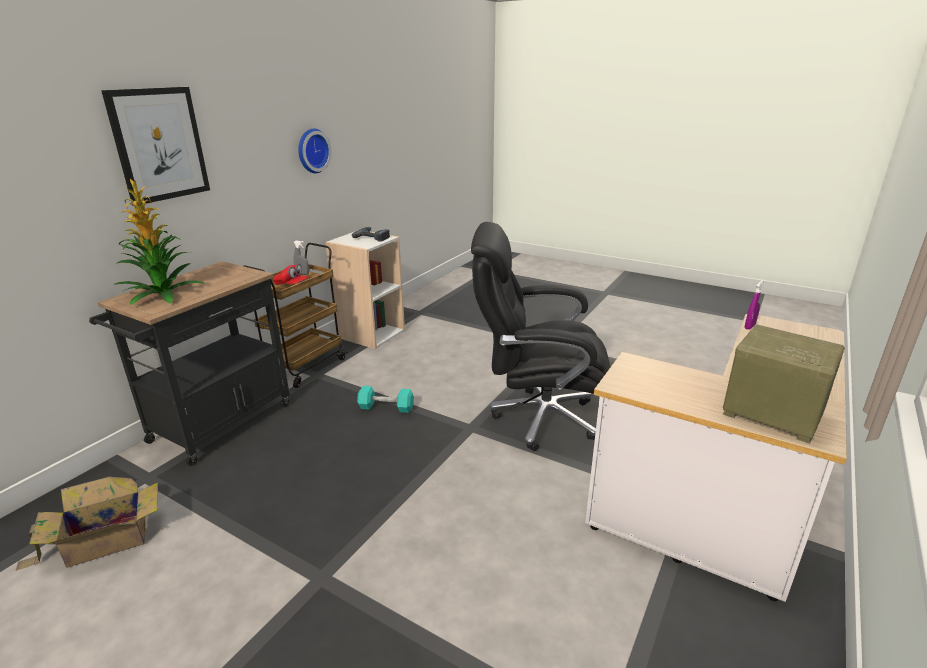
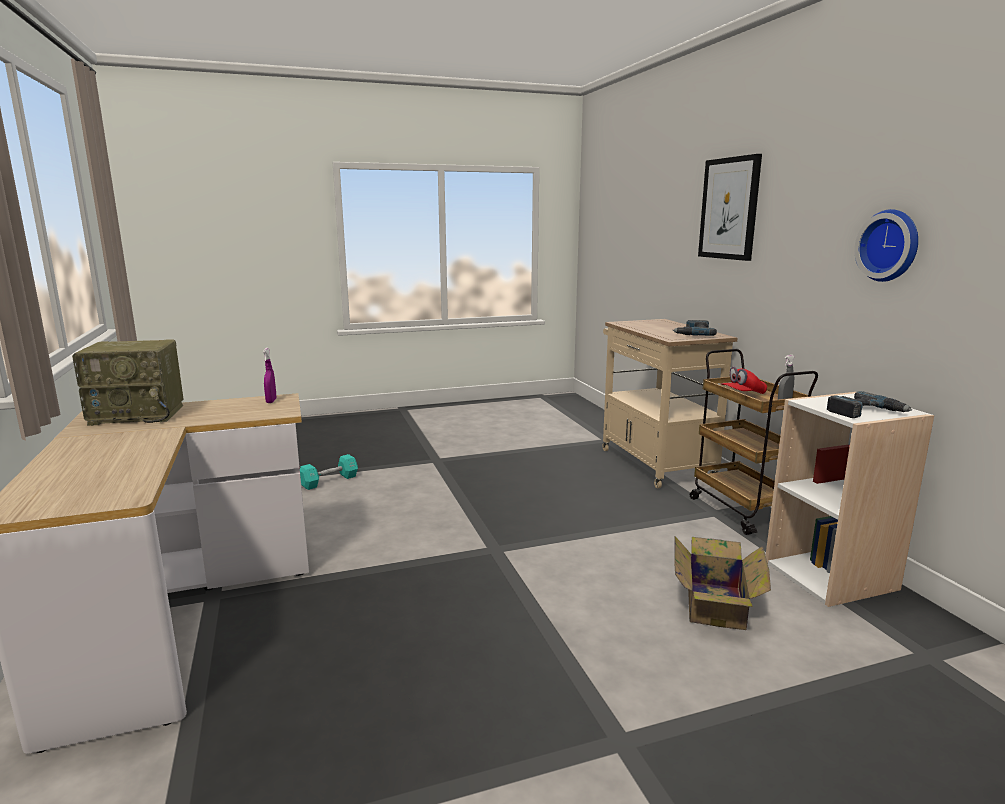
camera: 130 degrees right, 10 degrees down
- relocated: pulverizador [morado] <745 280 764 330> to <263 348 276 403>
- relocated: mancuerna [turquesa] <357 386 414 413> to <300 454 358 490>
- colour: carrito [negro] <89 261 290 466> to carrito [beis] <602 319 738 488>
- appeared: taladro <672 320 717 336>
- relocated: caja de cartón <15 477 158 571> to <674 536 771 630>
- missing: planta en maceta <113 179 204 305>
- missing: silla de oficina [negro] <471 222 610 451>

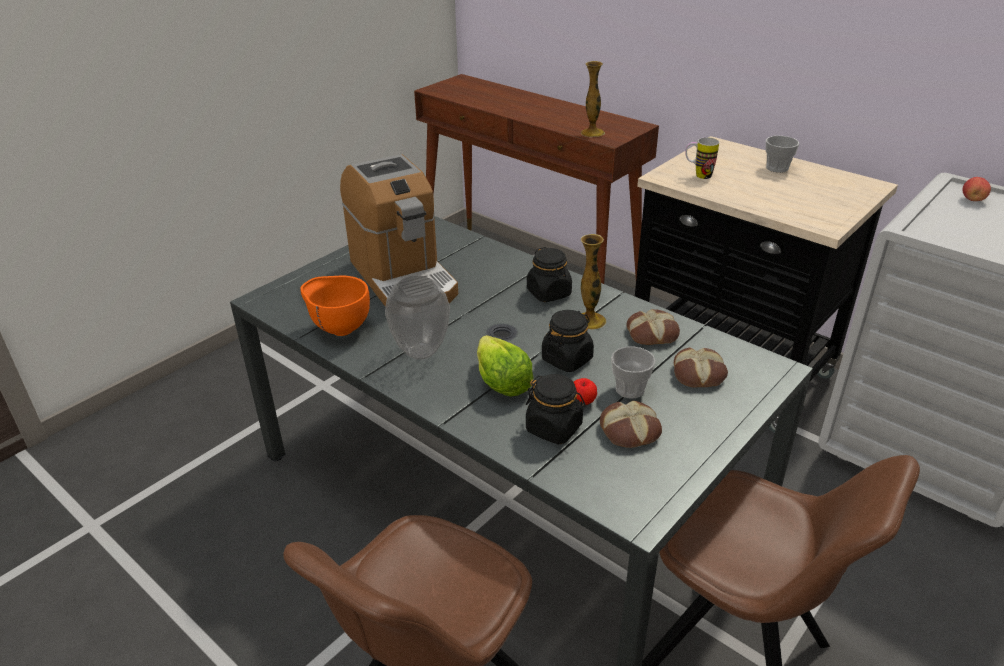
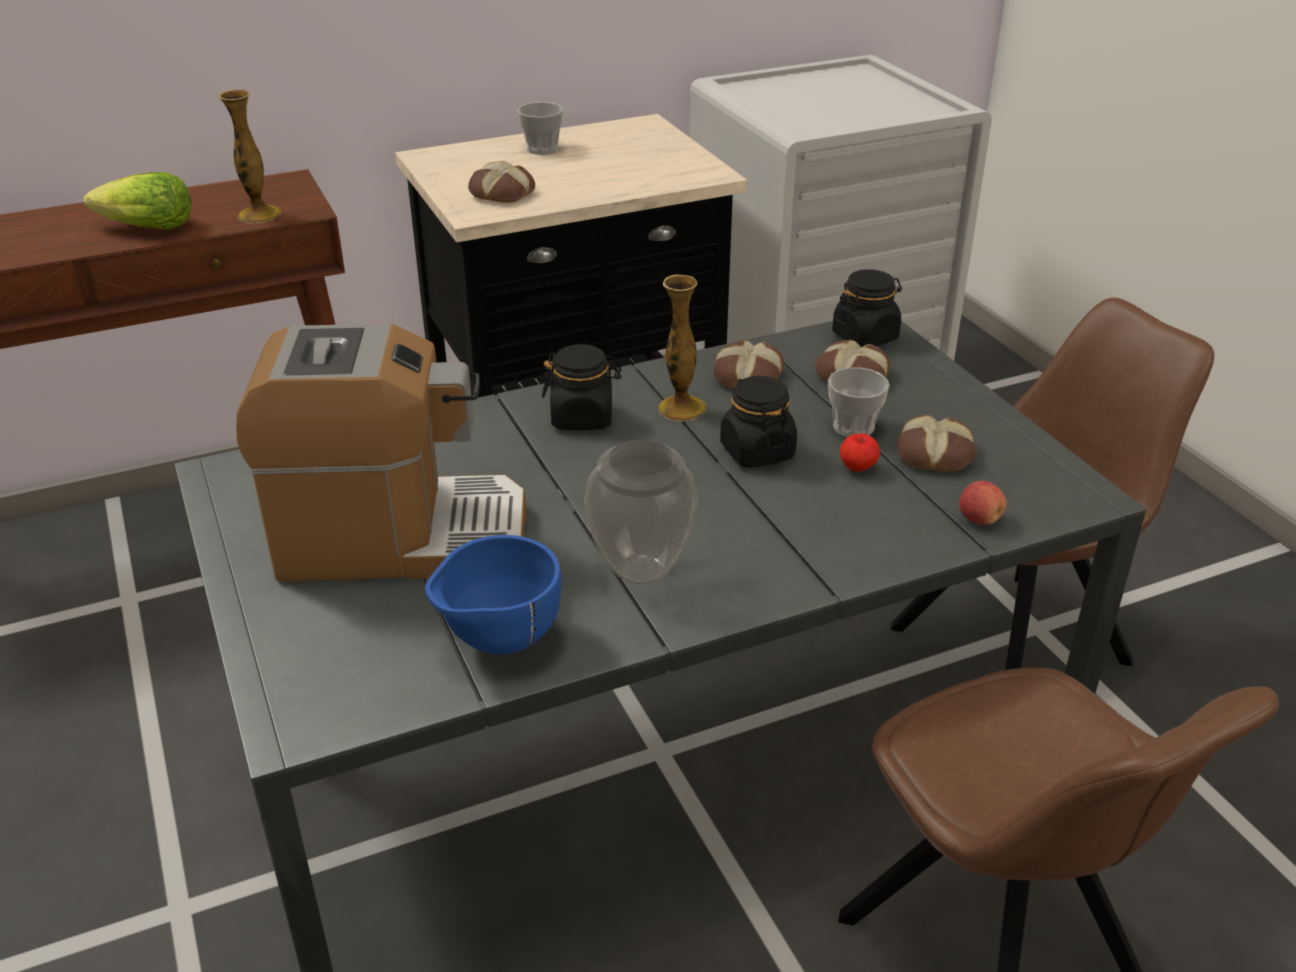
camera: 65 degrees left, 0 degrees up
- relocated: lechuga <477 335 533 397> to <83 172 192 230>
- colour: cuenco [naranja] <300 276 370 336> to cuenco [azul] <425 535 562 654>
- exchanged: taza grande <685 138 719 179> to pan <468 161 535 203>
- relocated: tarro [negro] <526 374 586 444> to <832 269 902 347>
- relocated: manzana <962 177 991 201> to <959 481 1006 525>

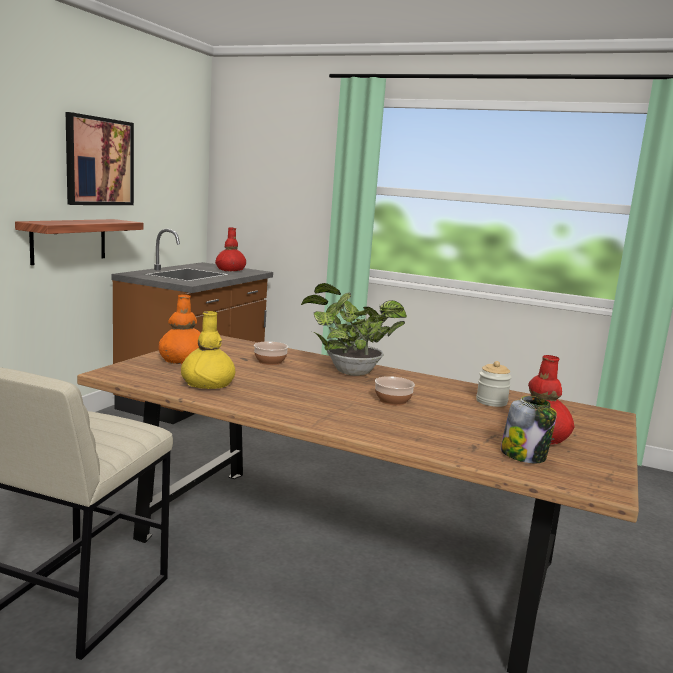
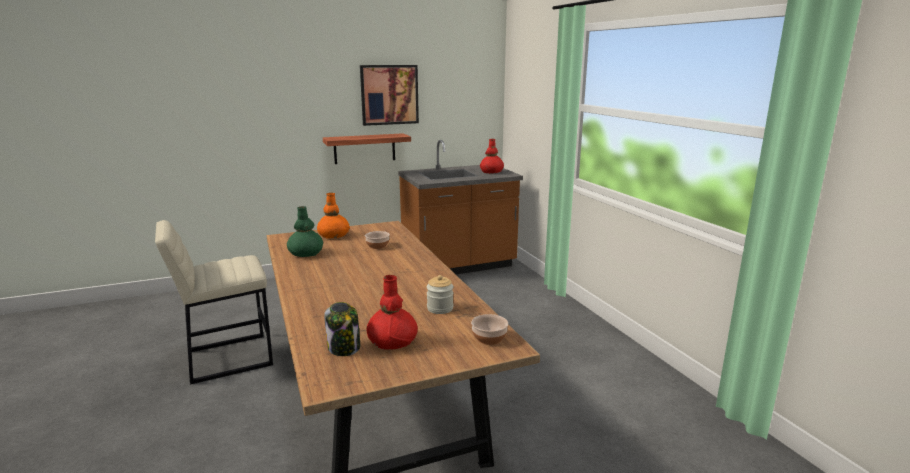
camera: 45 degrees right, 5 degrees up
- colour: florero [amarillo] <181 311 235 389> to florero [verde] <287 206 323 257>
- relocated: cuenco <375 376 415 406> to <471 314 508 345>
- missing: planta en maceta <301 283 407 376>

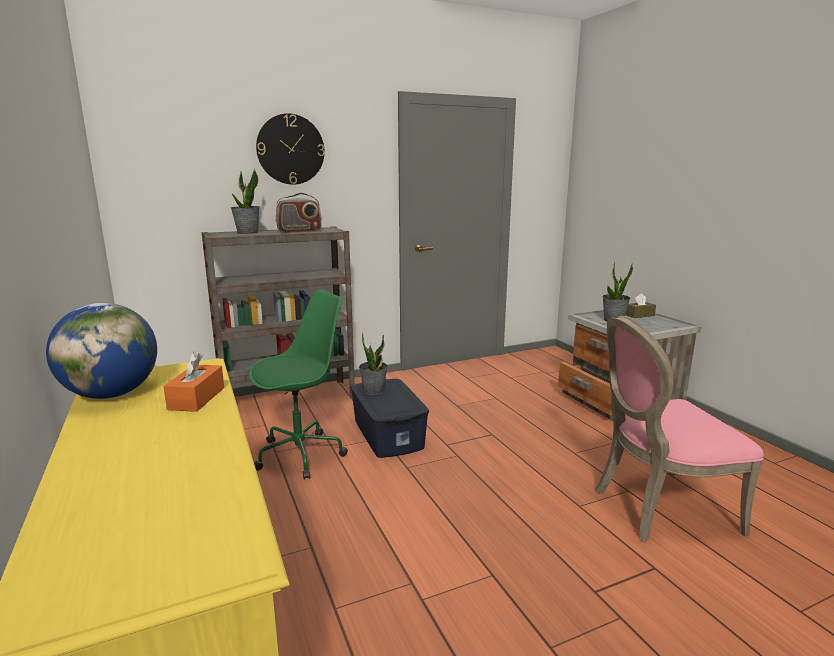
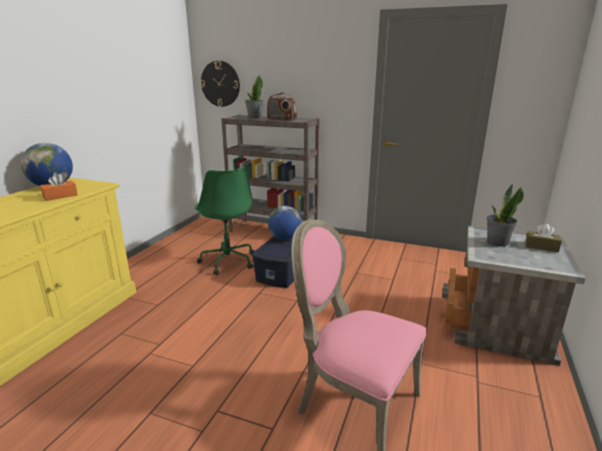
camera: 45 degrees right, 5 degrees up
- spun: silla de oficina [verde] <249 290 348 480> = <195 167 254 275> 60 degrees clockwise
- relocated: reloj de pared <256 114 325 185> to <200 61 240 107>
- exchanged: planta en maceta <359 333 388 395> to globo terráqueo <268 206 302 240>

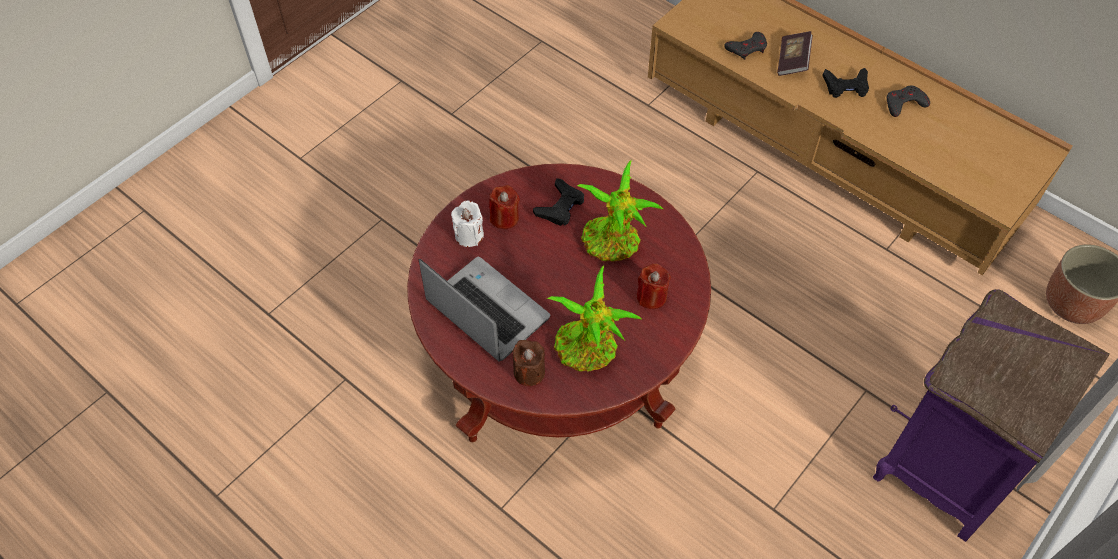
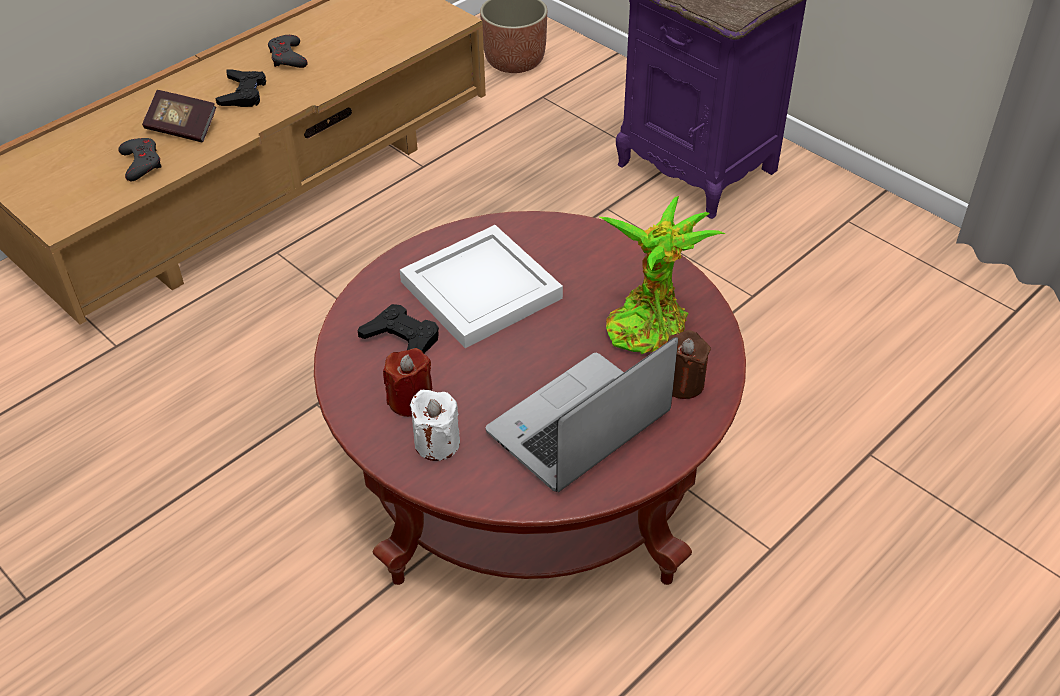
camera: 85 degrees left, 10 degrees down
- exchanged: planta en maceta <577 160 663 262> to bandeja [blanco] <400 225 563 348>
- missing: vela [rojo] <637 263 671 309>

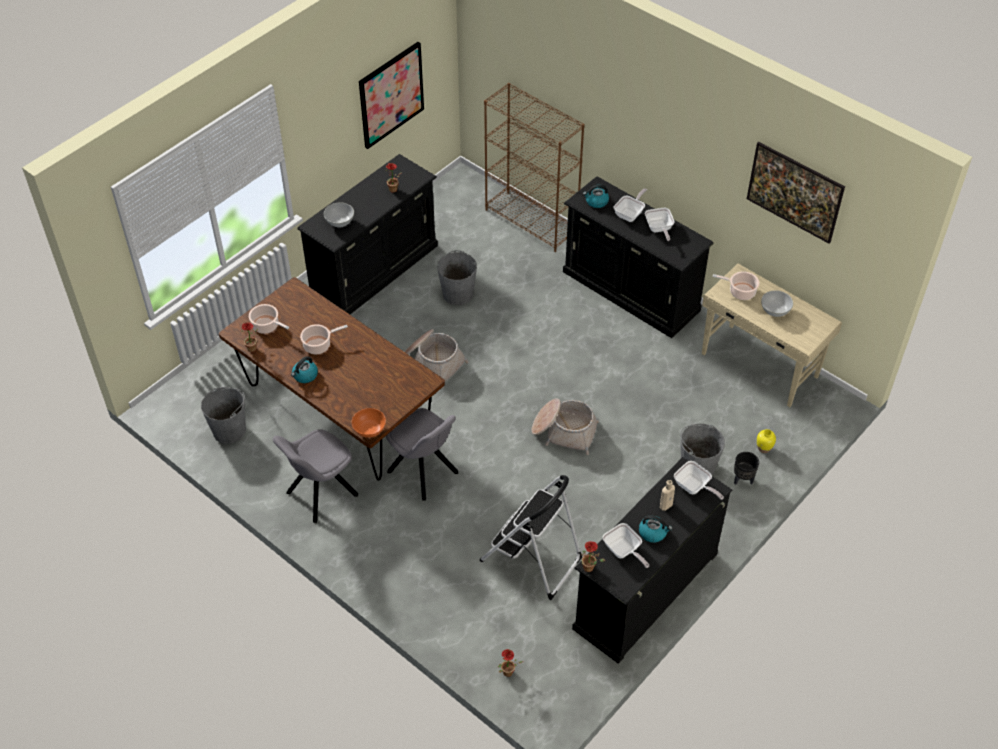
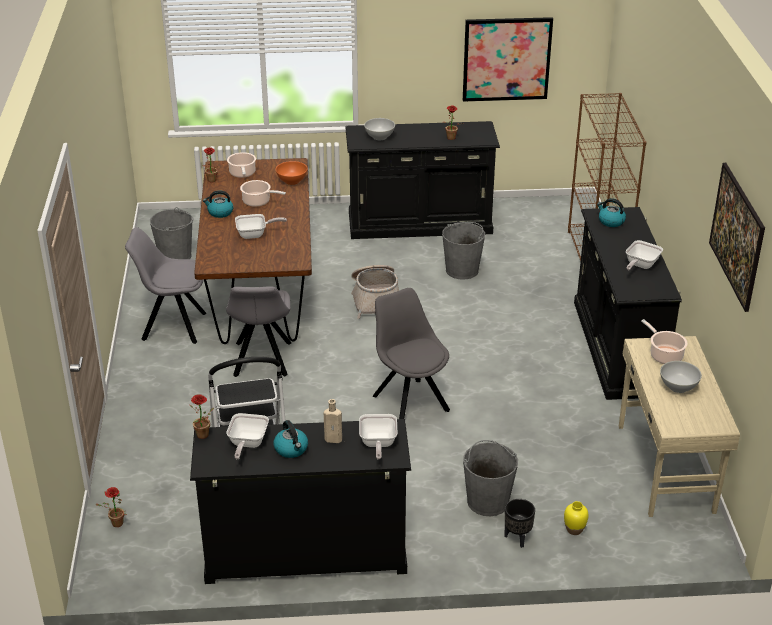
camera: 45 degrees right, 15 degrees down
- relocated: sartén <614 188 647 222> to <235 214 287 239>
- relocated: cuenco [naranja] <352 408 386 438> to <276 161 308 185>
- exchanged: cesta <532 398 599 455> to silla [gris] <373 288 450 419>

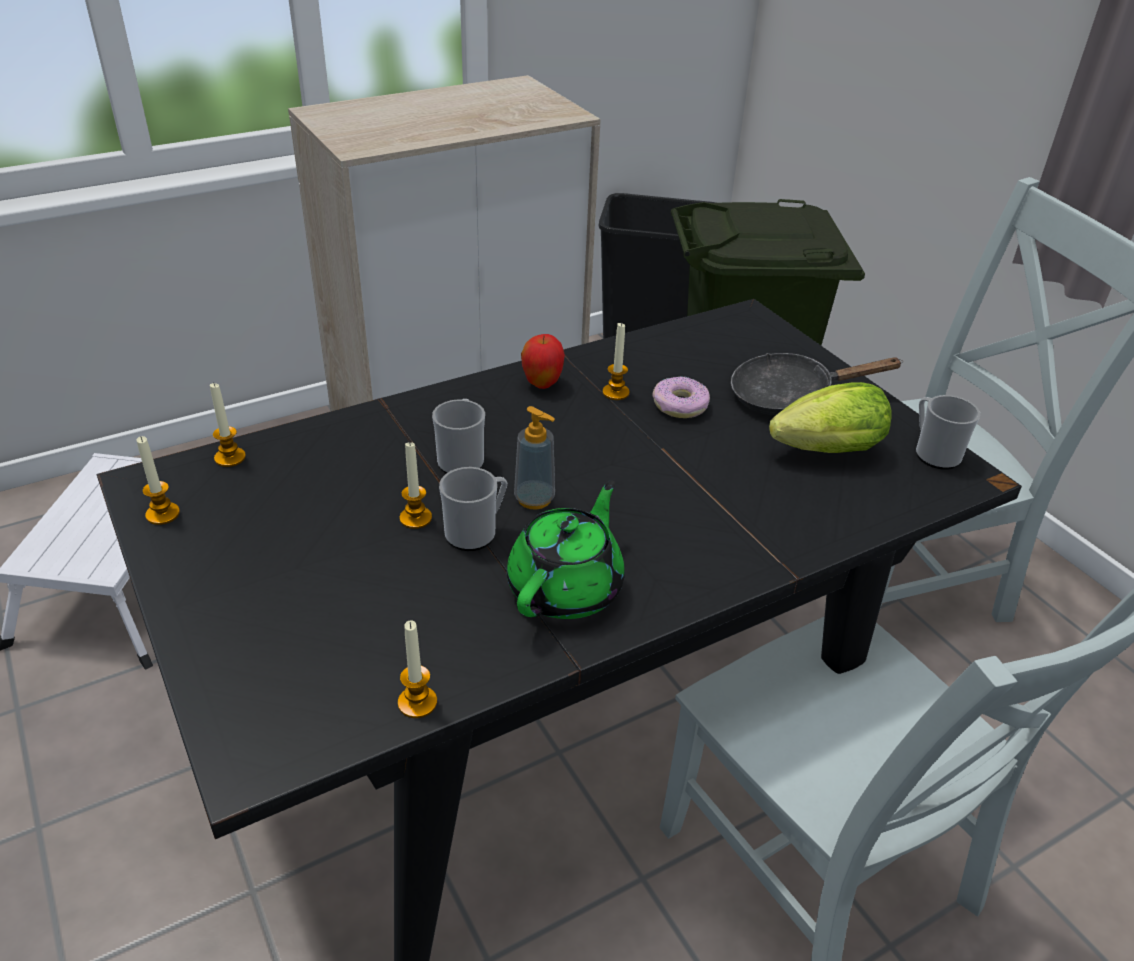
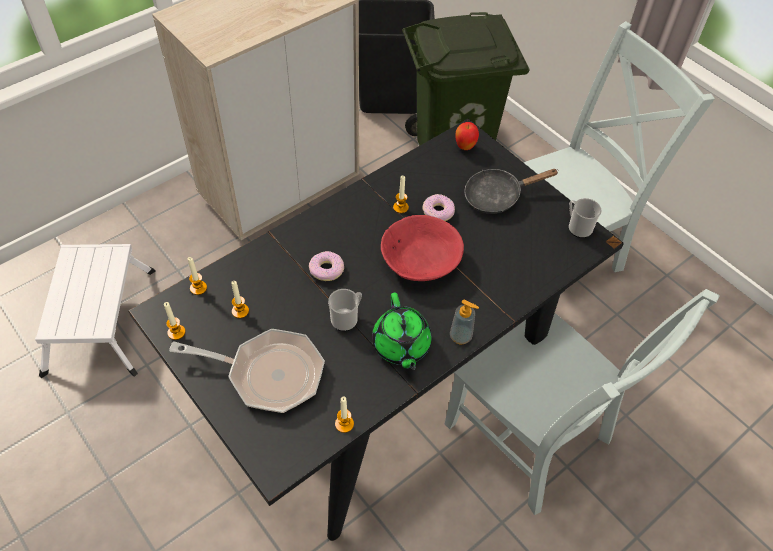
camera: 10 degrees left, 15 degrees up
- appeared: sartén <169 329 325 413>
- relocated: vela <400 441 432 529> to <231 281 249 318>
- exchanged: taza grande <432 399 485 473> to rosquilla <309 251 344 281>
- spun: tetera [verde] <507 480 625 619> = <372 293 432 370> 150 degrees clockwise
- appeared: cuenco [rojo] <381 215 464 281>
- relocated: dispensador de jabón <514 406 555 510> to <450 300 479 345>
- relocated: manzana <521 334 565 389> to <456 122 479 150>
- missing: lechuga <769 382 891 453>

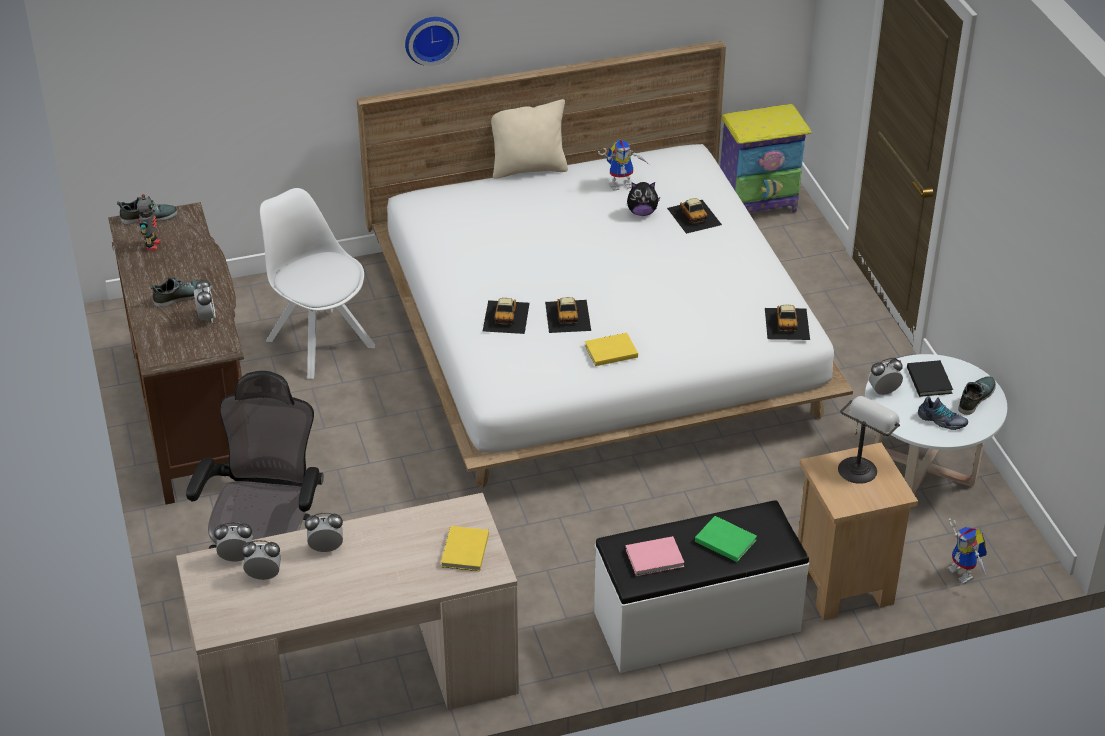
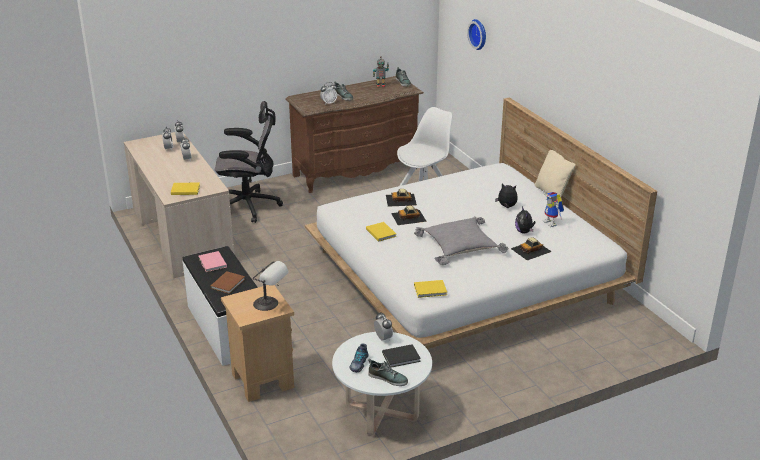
camera: 80 degrees right, 10 degrees down
- colour: libro [verde] <695 516 757 562> to libro [marrón] <211 271 245 294>
- appeared: cojín [gris] <414 216 508 265>
- exchanged: coche de juguete <765 305 810 340> to libro [amarillo] <414 280 447 298>
- relocated: reloj de pared <405 17 459 66> to <467 19 486 50>
- appeared: peluche <495 183 518 208>
- missing: mesita de noche <720 104 812 213>
- missing: robot de juguete <948 518 987 584>

